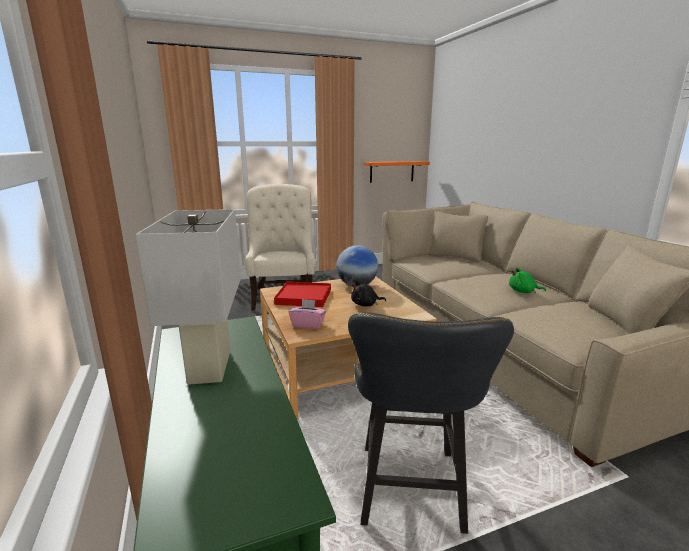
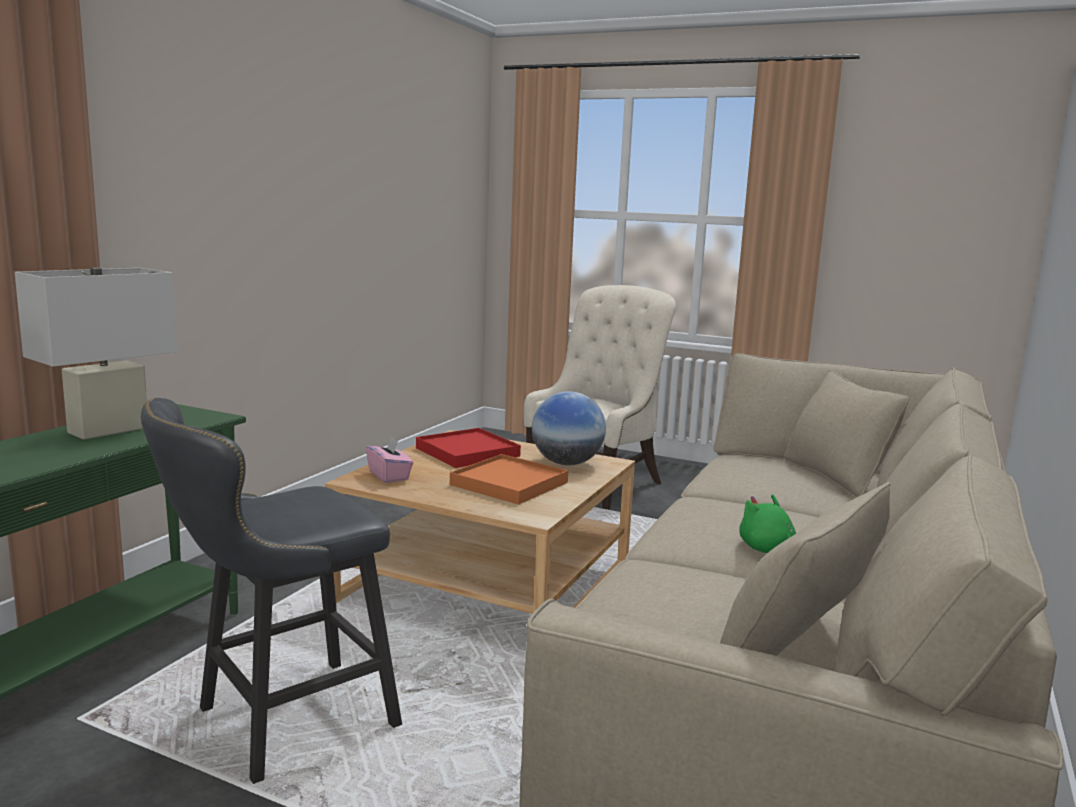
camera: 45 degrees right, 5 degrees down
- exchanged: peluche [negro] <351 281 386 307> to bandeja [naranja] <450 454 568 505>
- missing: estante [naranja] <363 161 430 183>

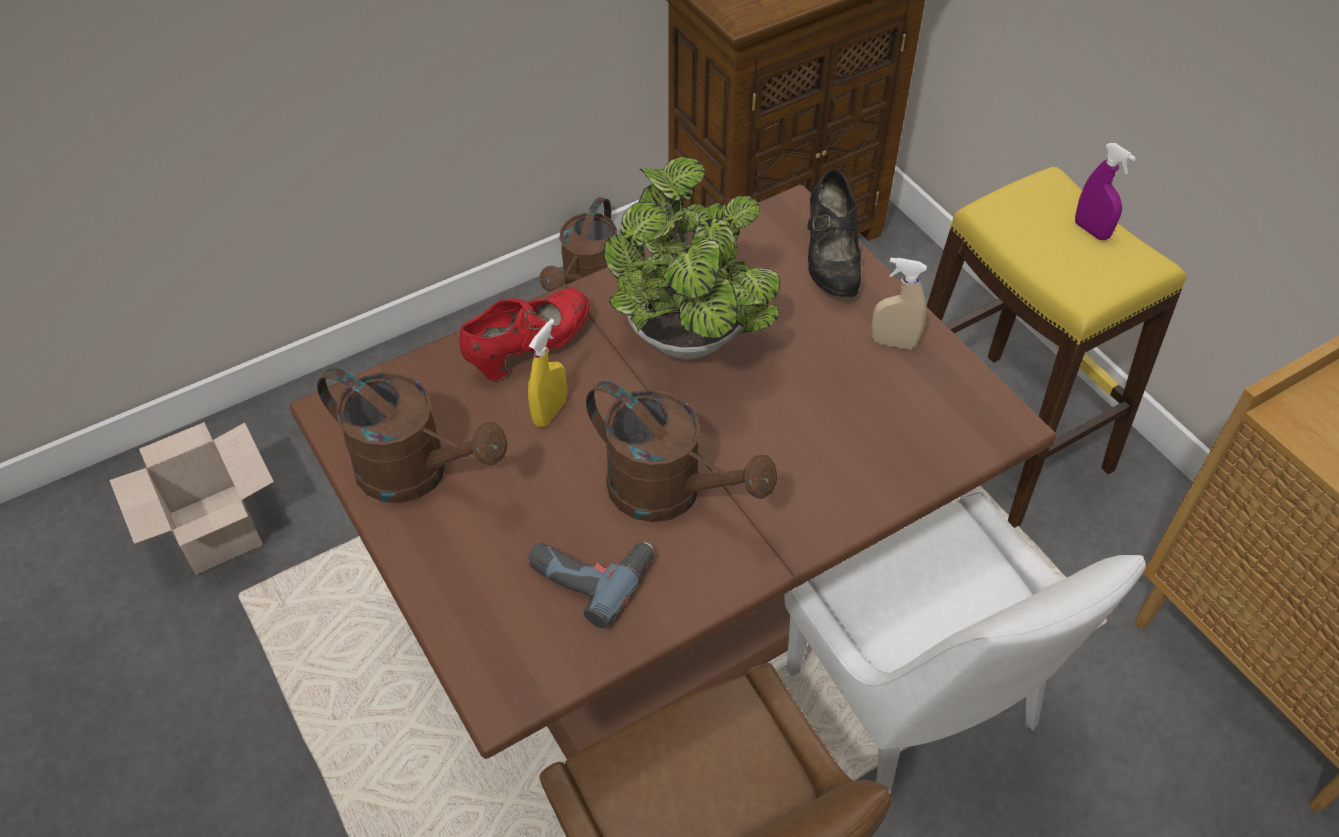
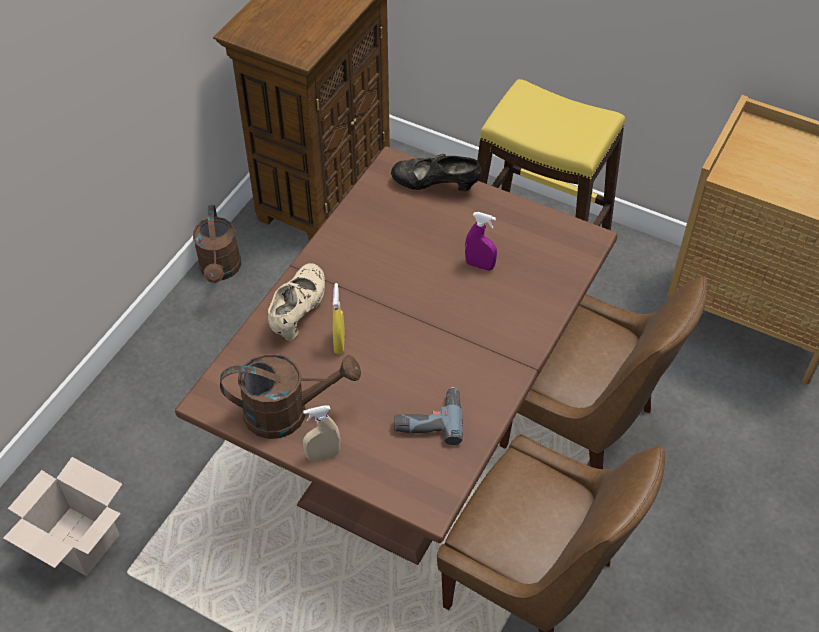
camera: 30 degrees left, 0 degrees up
- colour: zapato [rojo] <460 288 590 381> to zapato [beis] <268 263 325 341>
- relocated: pulverizador [beis] <871 258 927 350> to <303 405 340 461>
- spun: zapato [negro] <807 169 861 298> = <391 154 482 191> 135 degrees clockwise
- relocated: pulverizador [morado] <1075 143 1136 240> to <465 212 497 271>
- colour: silla [blanco] <784 492 1146 794> to silla [marrón] <500 276 708 469>
- missing: regadera [marrón] <586 381 778 522>
- missing: planta en maceta <604 156 780 360>

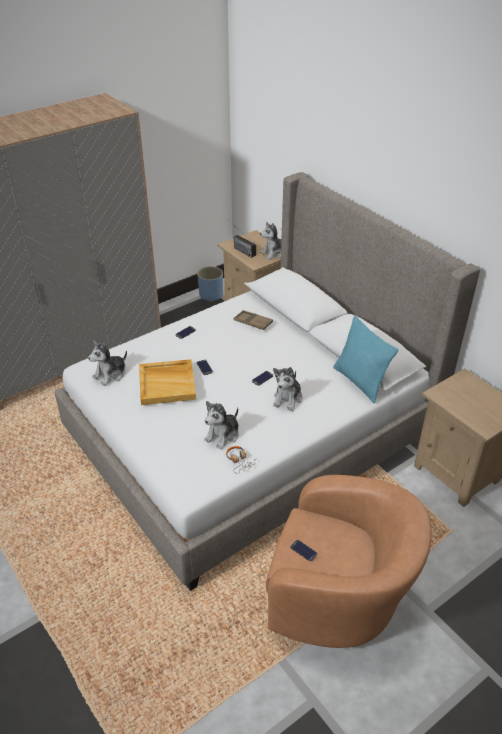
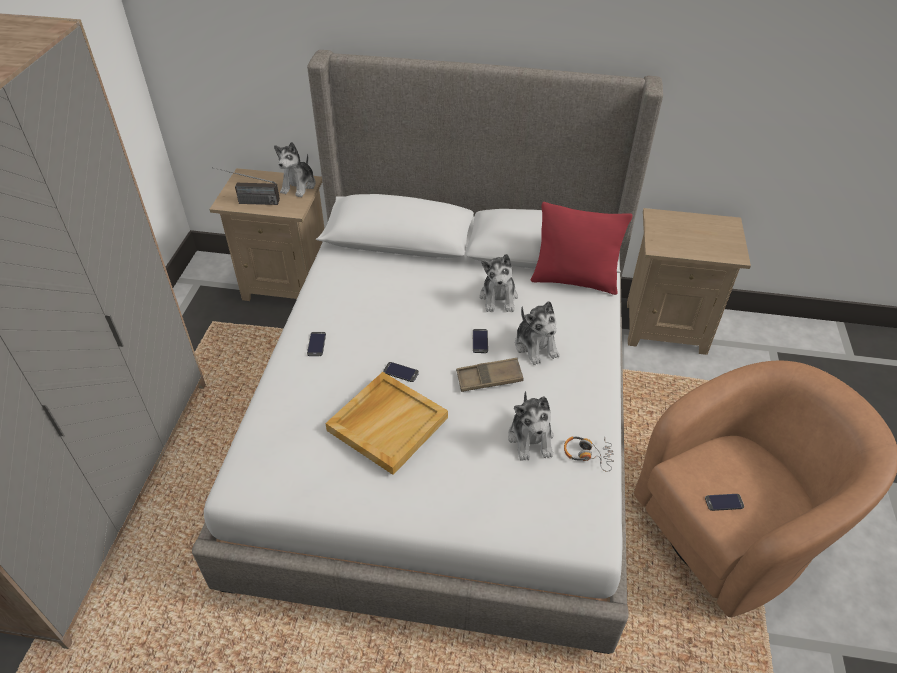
camera: 45 degrees left, 5 degrees up
- relocated: bandeja [marrón] <234 310 273 330> to <456 358 524 392>
- relocated: peluche <88 341 127 386> to <480 254 518 312>
- colour: cojín [turquesa] <333 316 398 403> to cojín [rojo] <530 202 633 295>
- missing: maceta [azul] <197 266 223 302>

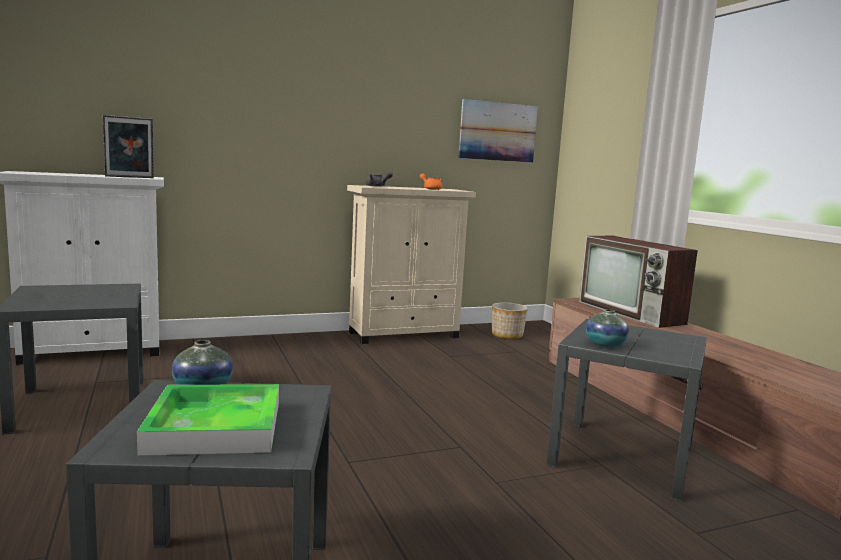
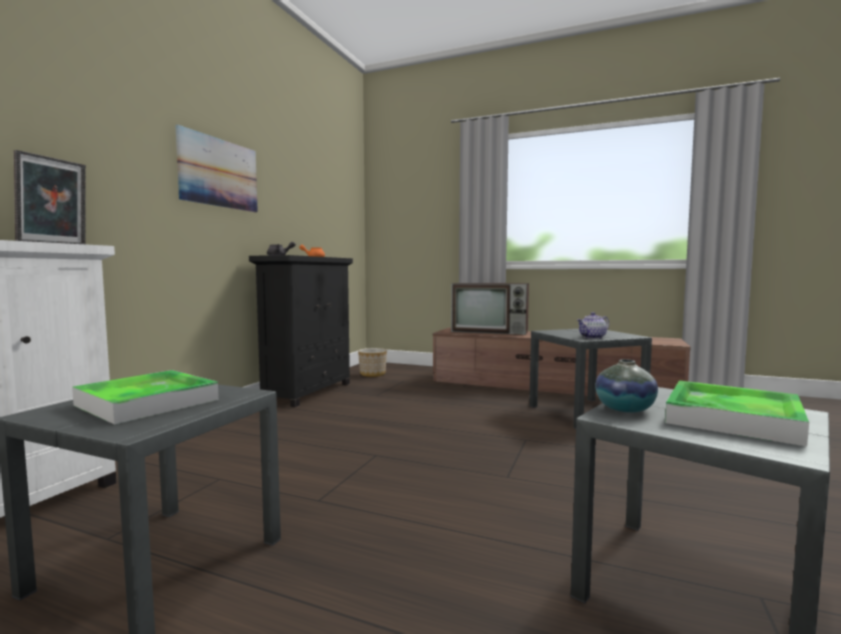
camera: 45 degrees left, 5 degrees down
- appeared: bandeja <72 370 219 425>
- relocated: cuadro <459 99 538 163> to <175 125 258 212>
- colour: armario [beis] <347 185 476 344> to armario [negro] <249 255 353 407>
- exchanged: florero <586 309 629 347> to tetera <577 312 609 339>

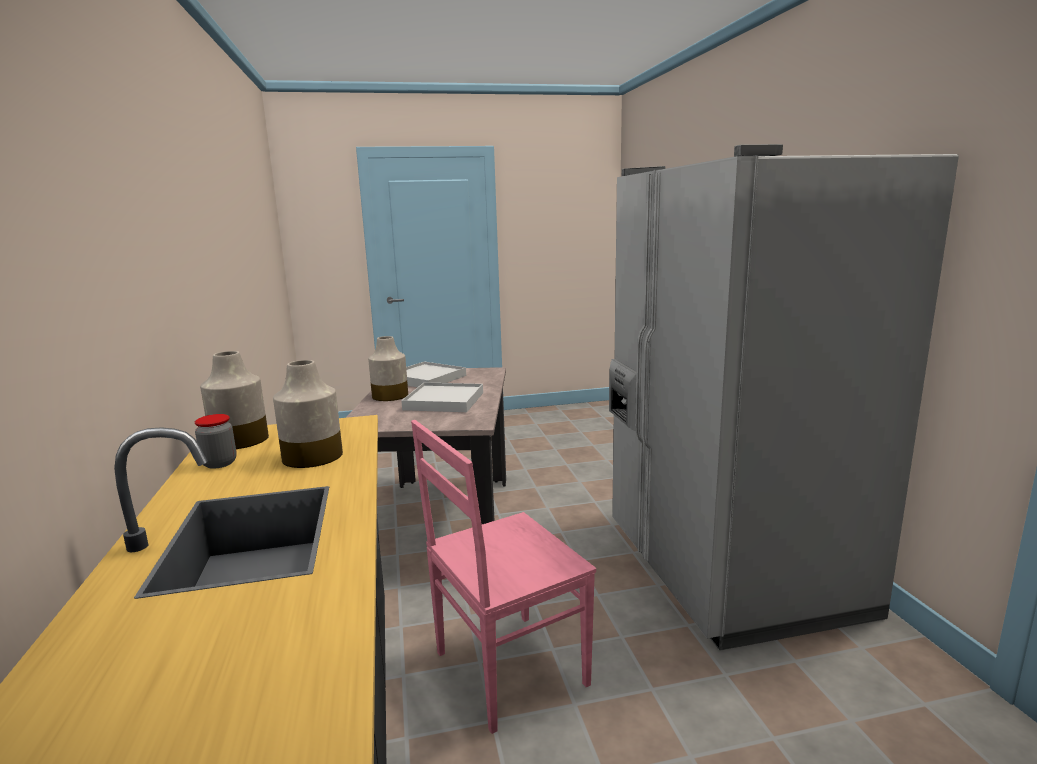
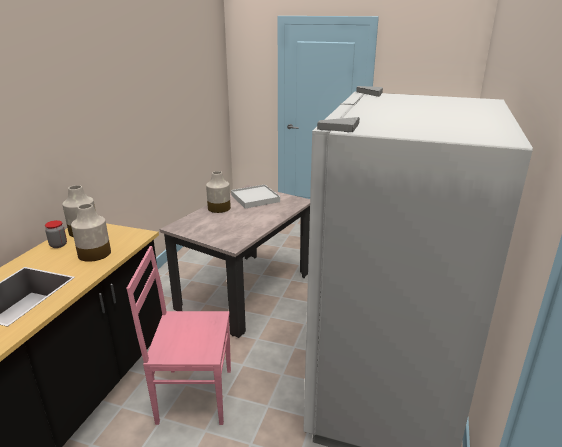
camera: 30 degrees right, 10 degrees up
- missing: bandeja [blanco] <401 382 483 412>

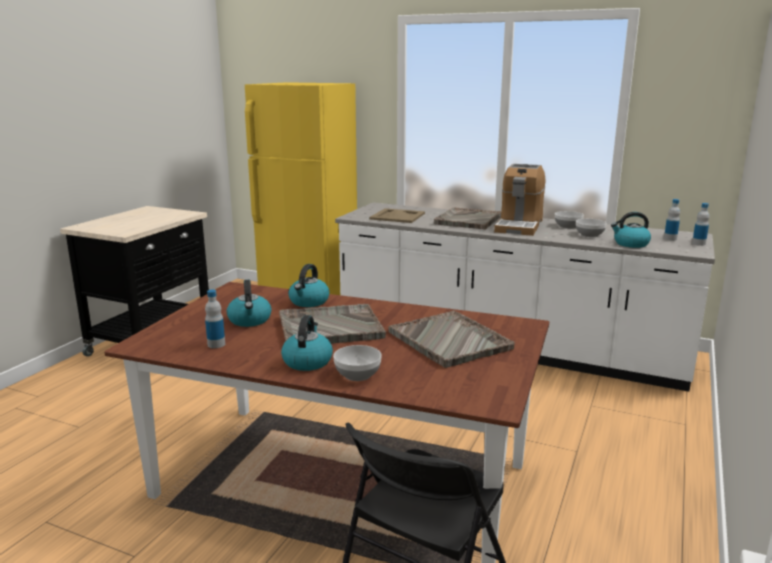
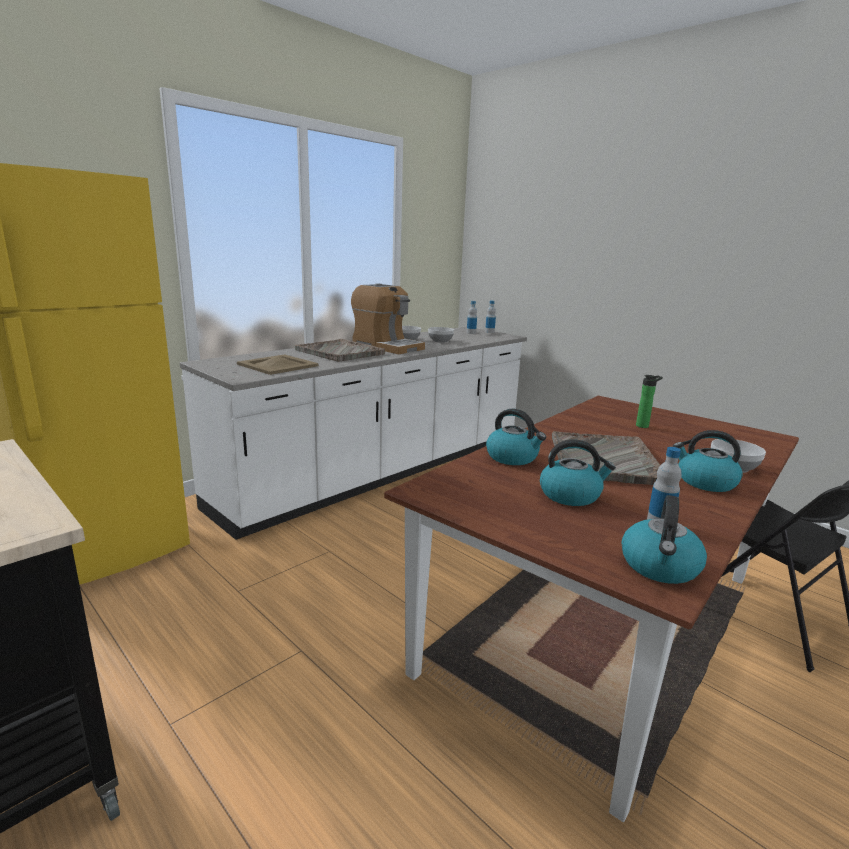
camera: 70 degrees left, 0 degrees up
- relocated: hervidor <611 212 651 248> to <622 495 707 584>
- exchanged: bandeja [gris] <388 311 515 368> to botella <636 375 663 428>

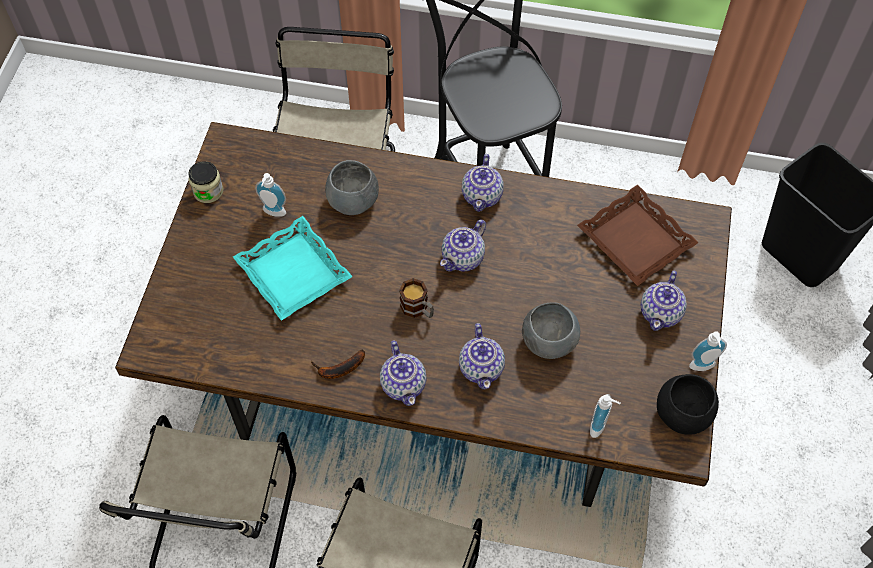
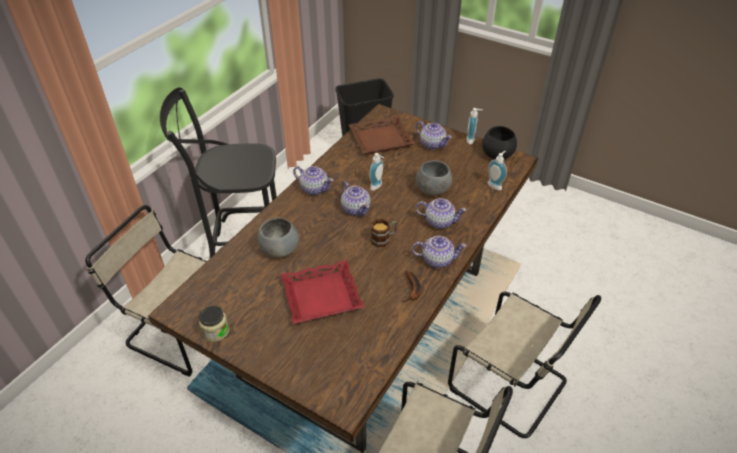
camera: 70 degrees left, 15 degrees down
- colour: bandeja [turquesa] <233 216 353 321> to bandeja [rojo] <280 260 364 324>
- relocated: dispensador de jabón <255 173 286 217> to <369 153 384 191>

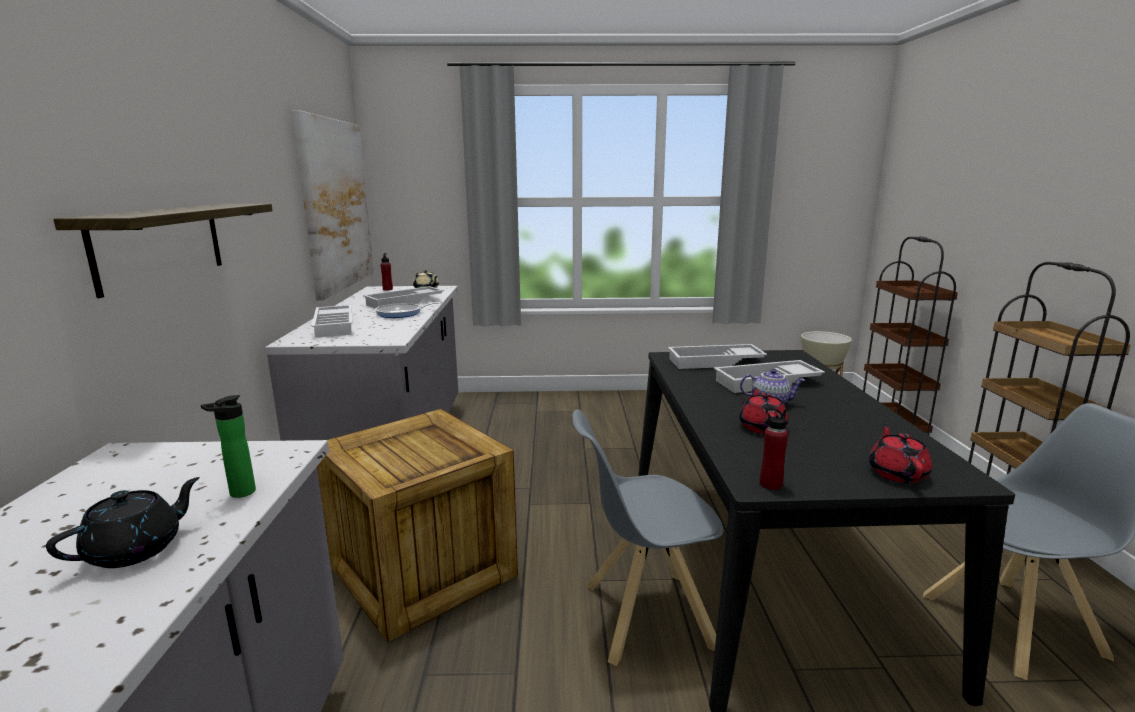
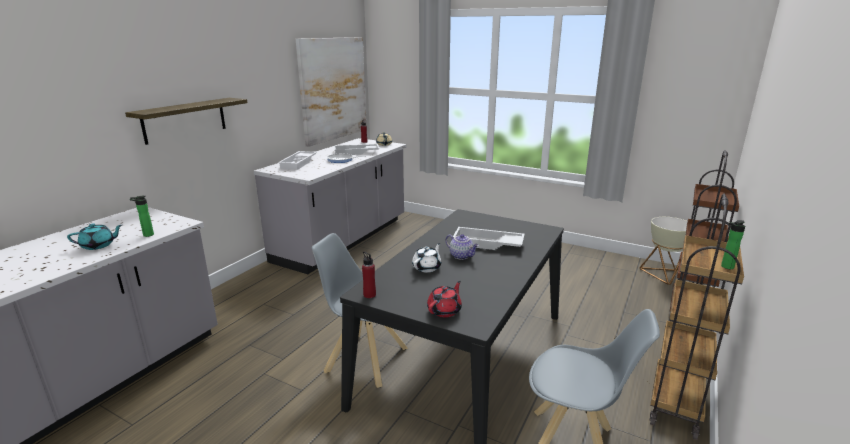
camera: 30 degrees right, 5 degrees up
- colour: tetera [negro] <46 477 200 568> to tetera [turquesa] <67 223 122 250>
- colour: tetera [rojo] <739 387 788 434> to tetera [blanco] <412 243 441 273>
- appeared: botella <721 220 745 269>
- missing: caja de embalaje <317 409 518 642>
- missing: bandeja [blanco] <668 344 767 369>

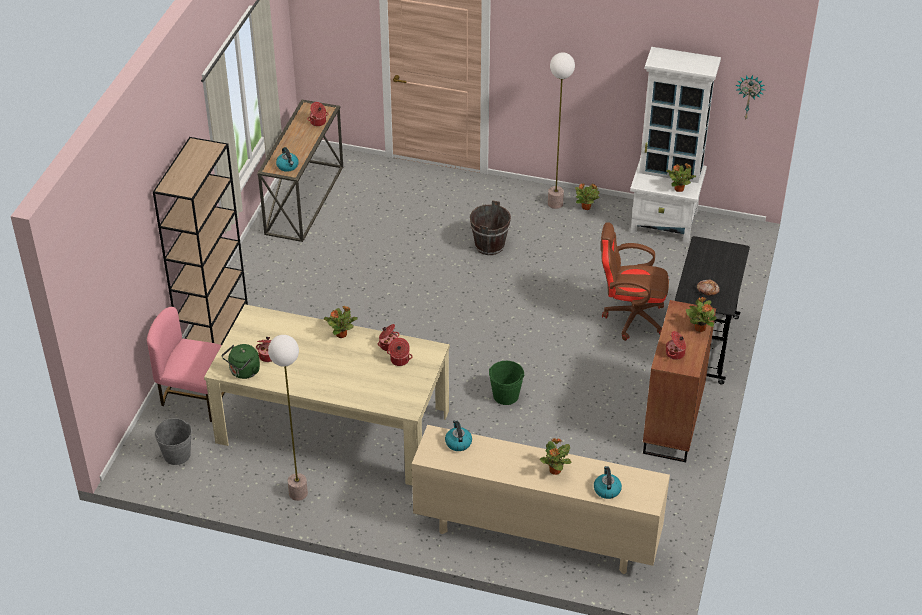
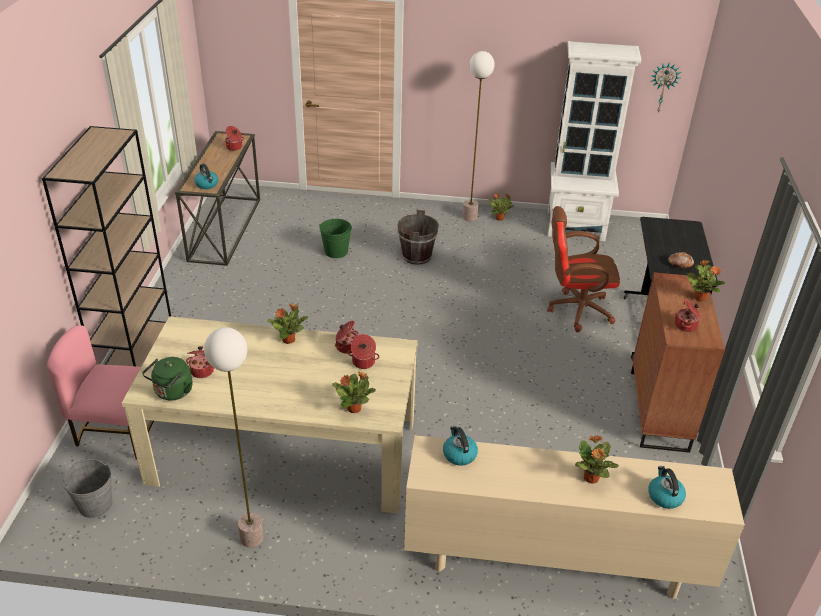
camera: 10 degrees left, 5 degrees down
- relocated: cubo [verde] <489 361 525 405> to <319 219 352 258>
- relocated: planta en maceta <667 163 696 192> to <332 371 376 413>

